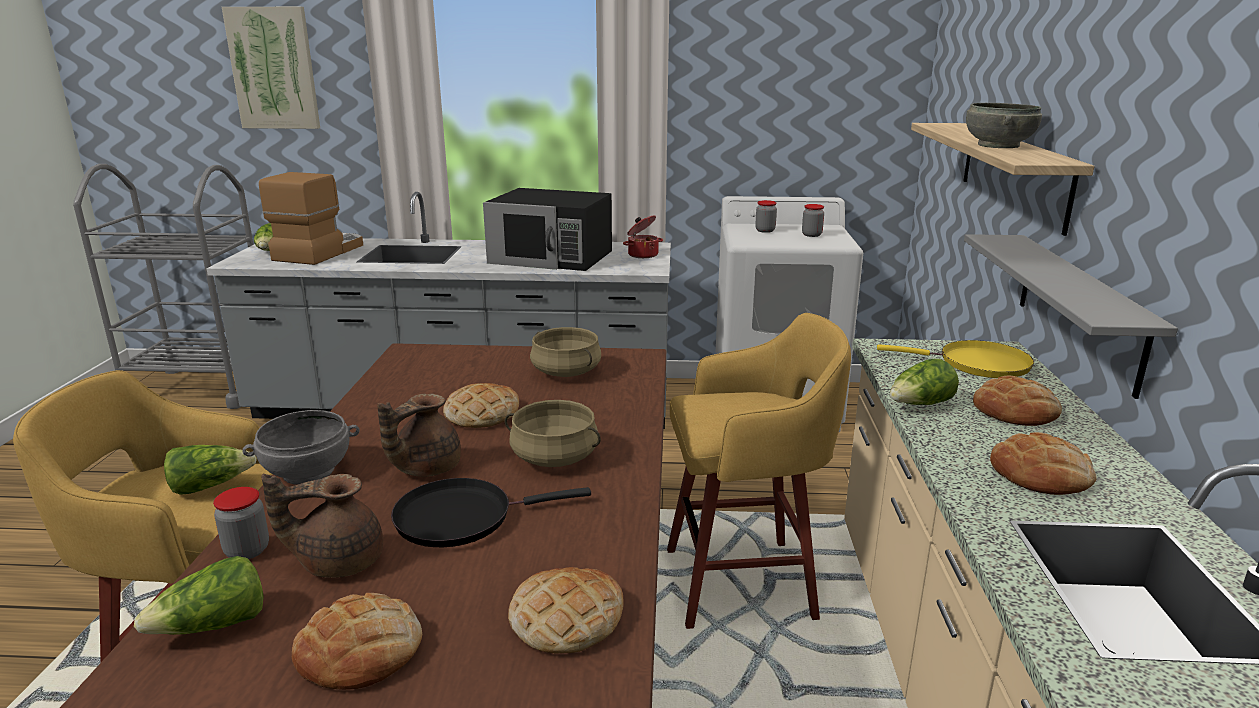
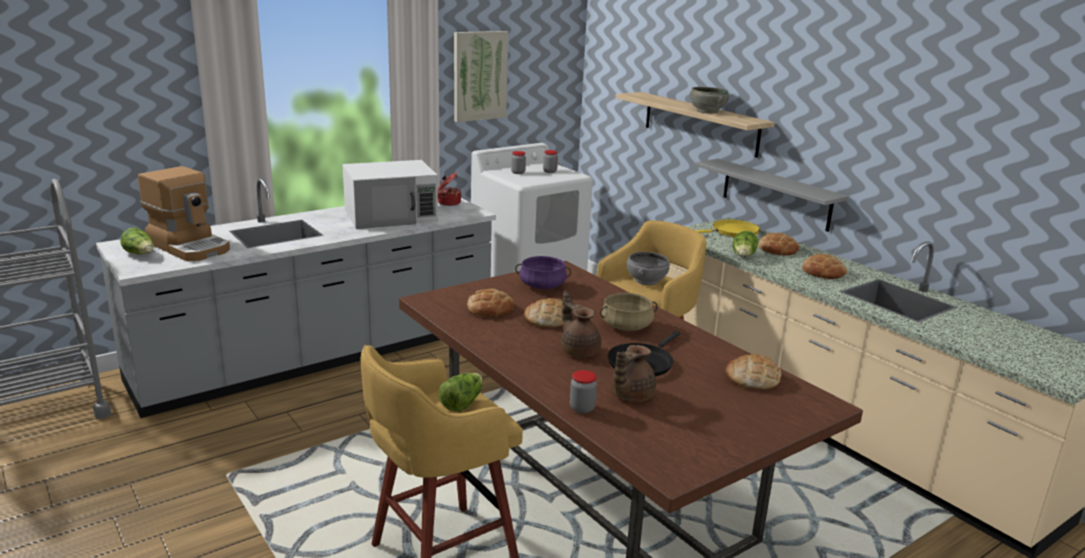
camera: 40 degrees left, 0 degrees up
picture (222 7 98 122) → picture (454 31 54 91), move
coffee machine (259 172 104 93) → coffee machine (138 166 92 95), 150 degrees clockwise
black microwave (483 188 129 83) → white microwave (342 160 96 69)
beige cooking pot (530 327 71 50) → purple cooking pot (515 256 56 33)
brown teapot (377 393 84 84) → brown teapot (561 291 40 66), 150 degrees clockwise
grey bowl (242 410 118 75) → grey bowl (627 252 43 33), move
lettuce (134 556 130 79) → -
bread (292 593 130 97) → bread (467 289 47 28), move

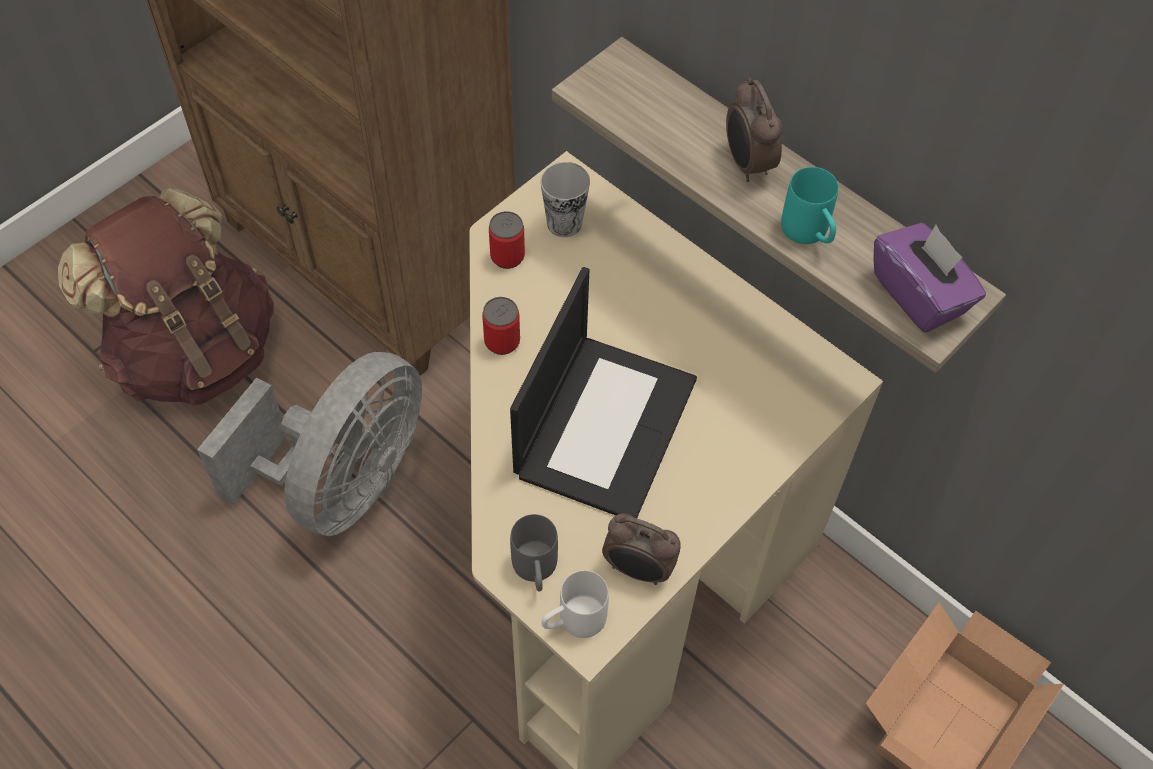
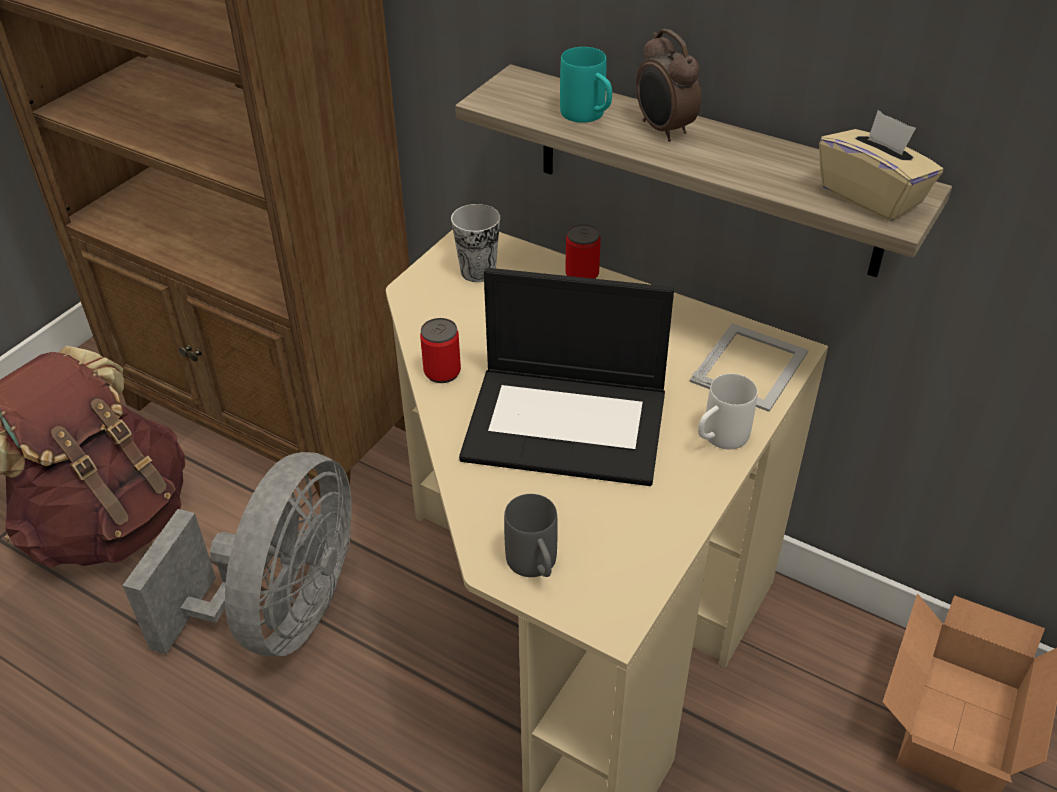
camera: 10 degrees left, 15 degrees down
turquoise mug (781 167 58 77) → turquoise mug (560 47 52 76), move
can (489 211 36 58) → can (565 224 36 55), move
purple tissue box (873 223 113 110) → beige tissue box (819 110 125 112)
laptop (510 267 187 251) → laptop (459 268 215 218), 90 degrees clockwise
alarm clock (602 513 79 72) → -
white mug (542 570 67 68) → white mug (698 374 60 75), move
- → picture frame (690 323 118 89)

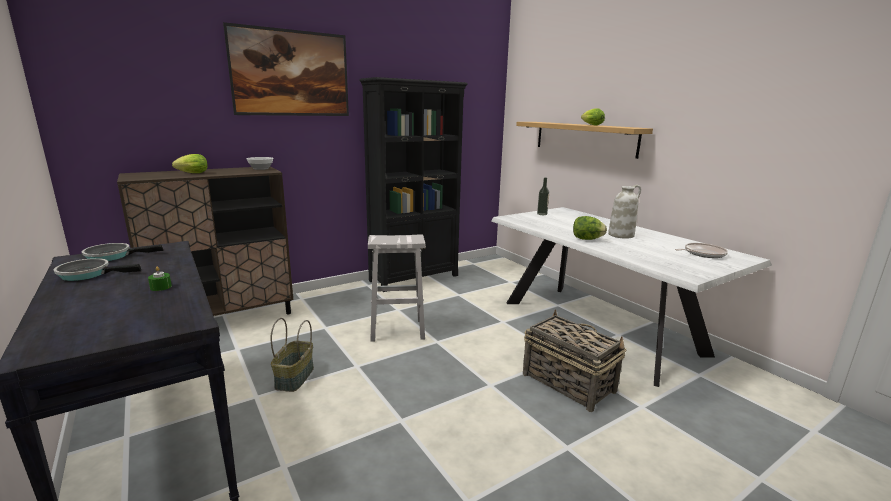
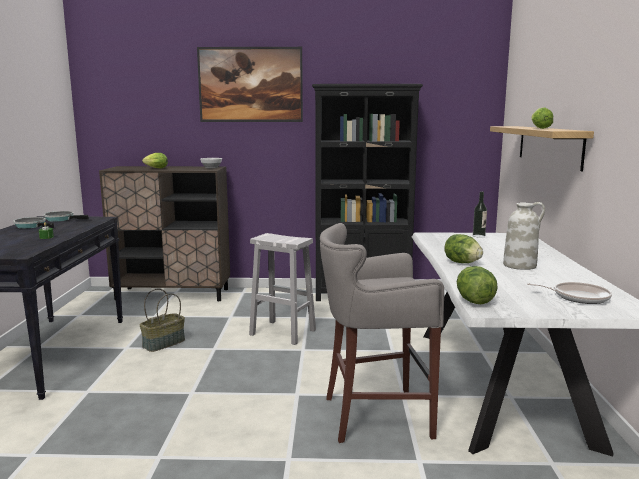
camera: 35 degrees right, 5 degrees down
basket (523 309 103 103) → grey stool (320 223 124 220)
- → lettuce (457 266 41 38)

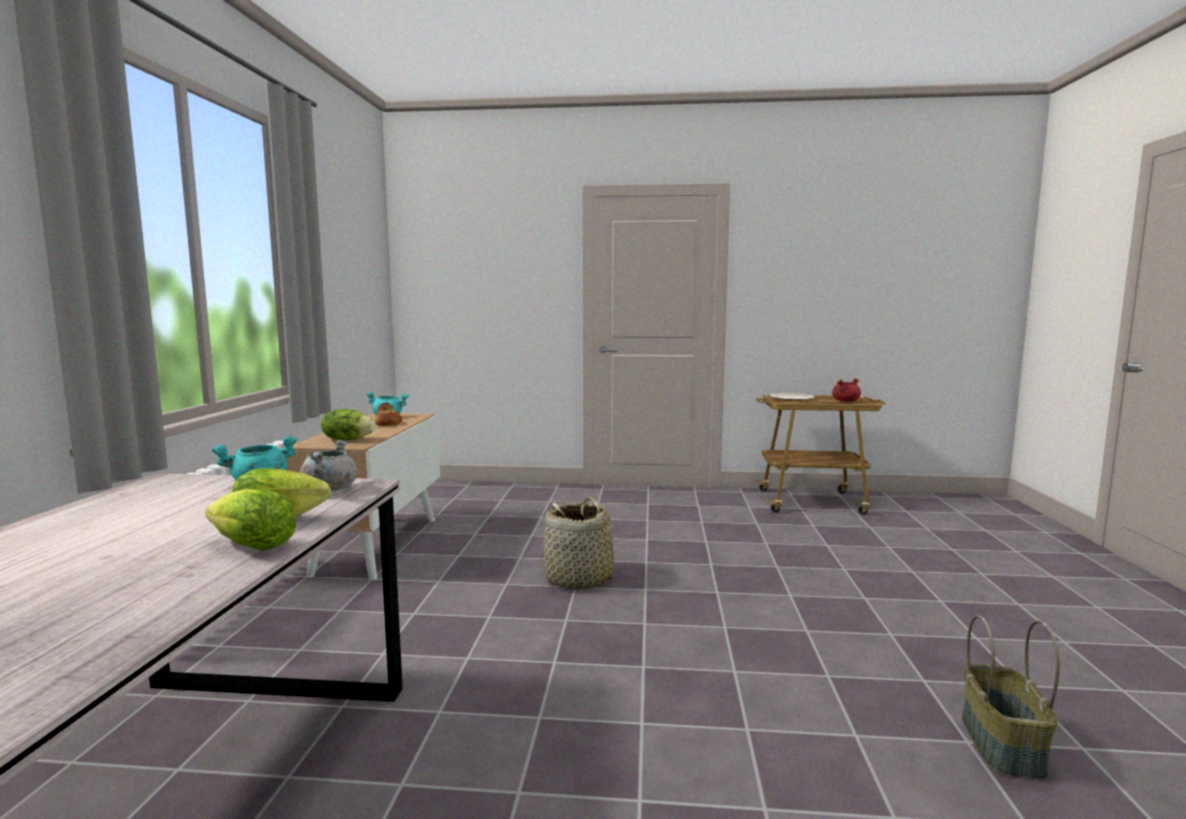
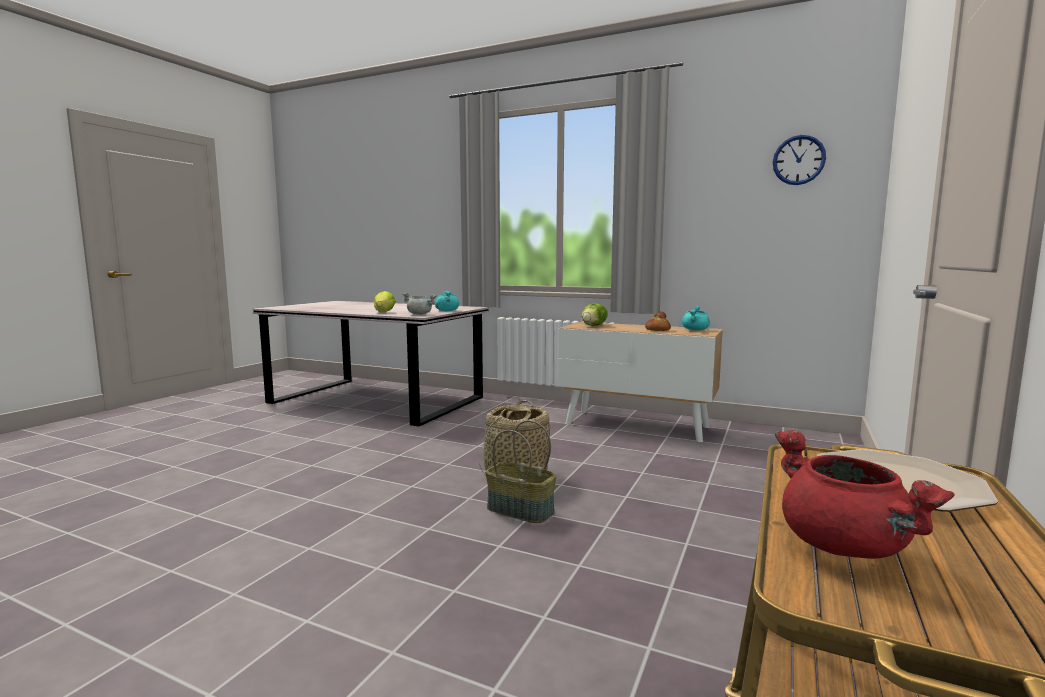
camera: 110 degrees right, 0 degrees up
lettuce (205 488 92 63) → -
basket (962 615 98 166) → basket (485 420 71 103), move
- → wall clock (773 135 53 50)

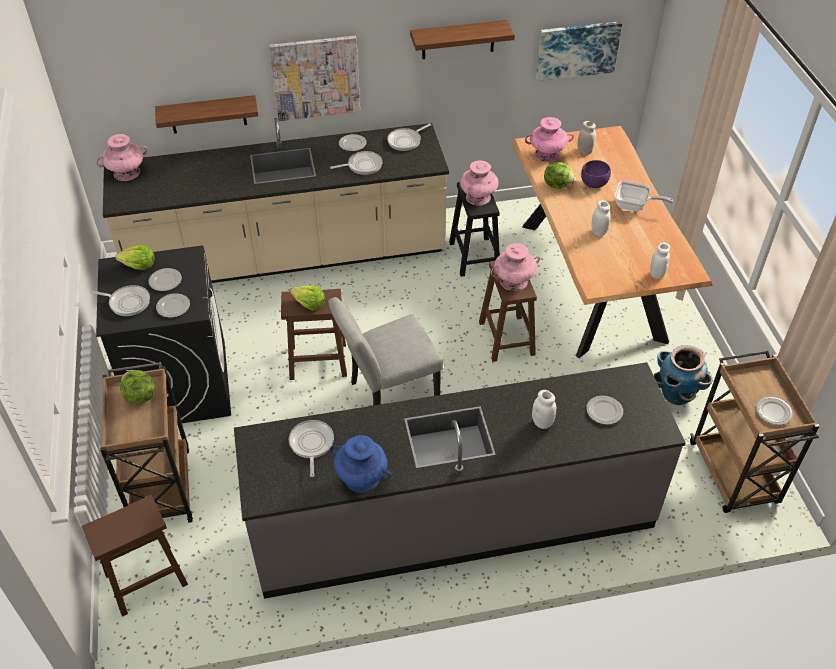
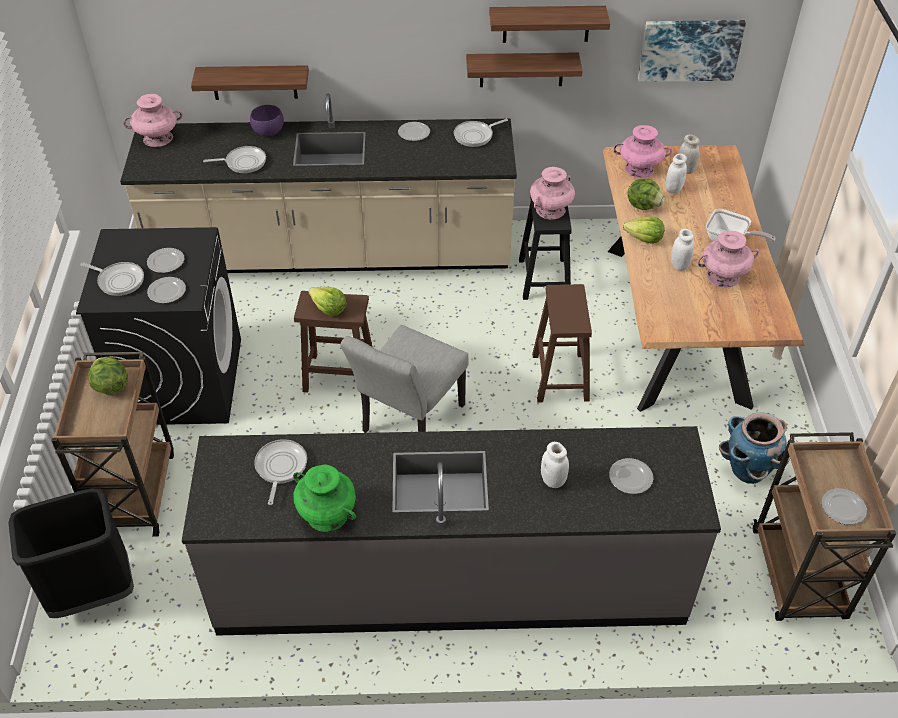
camera: 10 degrees right, 0 degrees up
picture (269 36 91 85) → -
frying pan (330 151 53 24) → frying pan (203 146 63 27), move
purple bowl (581 160 30 28) → purple bowl (250 105 34 31), move
pink vase (491 243 49 48) → pink vase (698 231 61 56), move
white jar (650 243 20 36) → white jar (666 154 21 40), move
lettuce (115 245 40 25) → lettuce (623 216 42 28), move
grey chair (328 297 115 109) → grey chair (340 325 128 108), 45 degrees counterclockwise
blue vase (330 435 62 58) → green vase (293 464 63 68)
brown stool (82 495 106 122) → black trash can (8 488 126 130)
- → shelf (466 52 116 35)

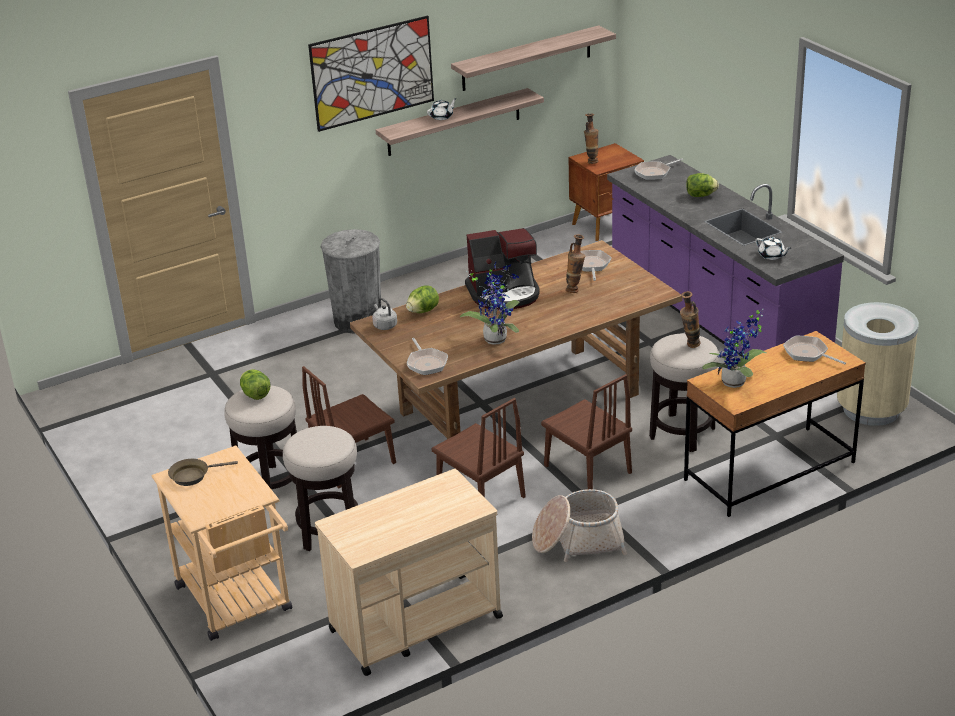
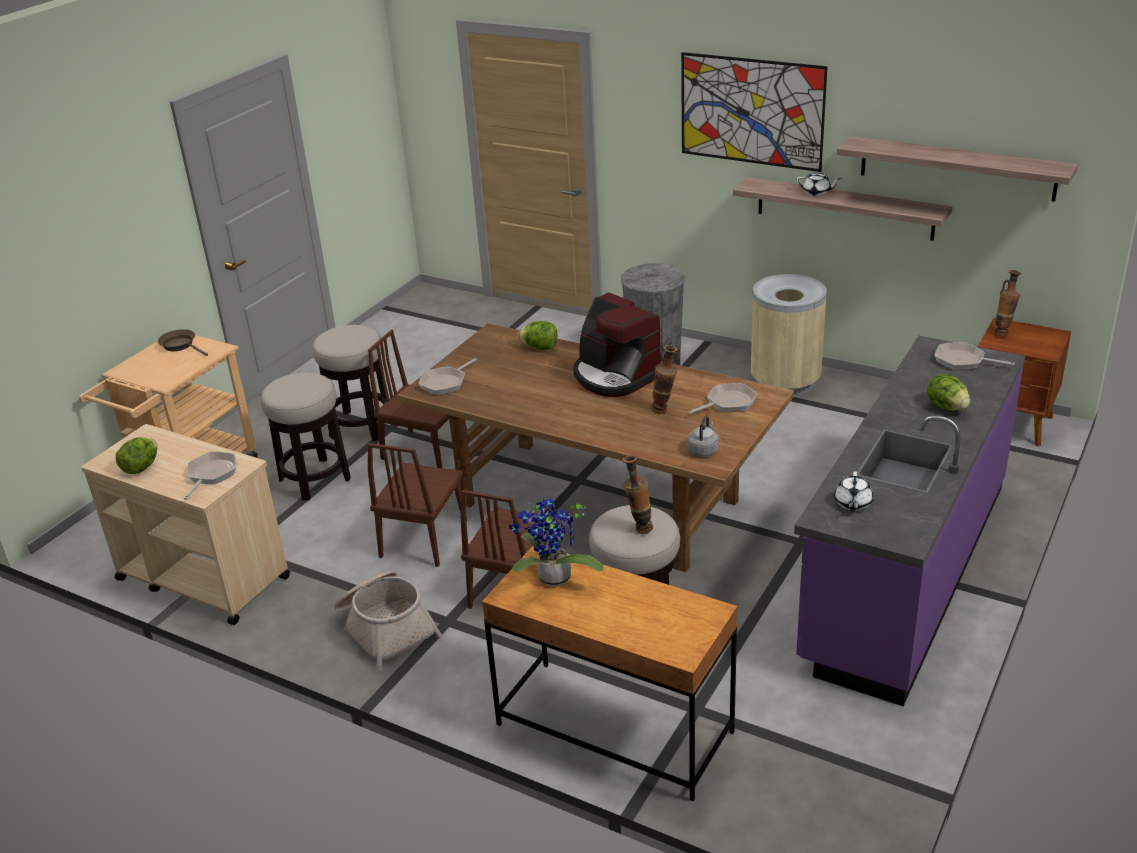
camera: 60 degrees right, 0 degrees up
potted plant (460 262 60 83) → -
grey kettle (372 298 25 32) → grey kettle (687 416 32 41), move
beige trash can (837 302 82 124) → beige trash can (751 274 76 123), move
frying pan (783 336 63 28) → frying pan (184 452 53 48), move
lettuce (240 369 30 31) → lettuce (116 437 42 37), move

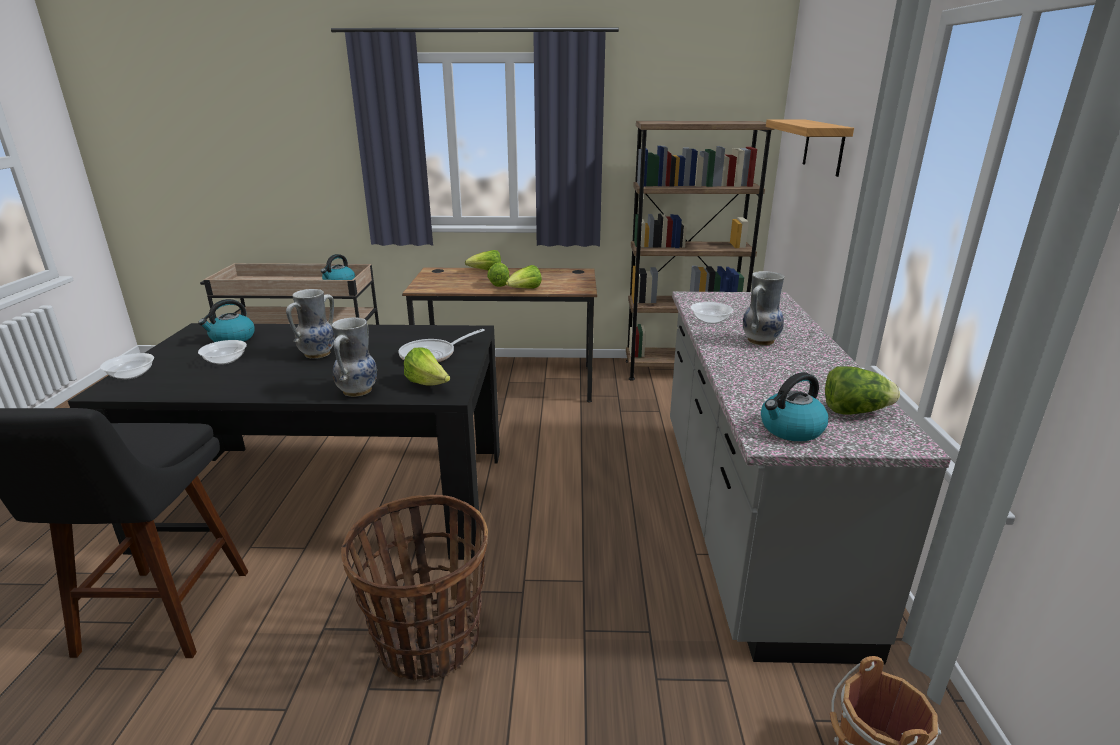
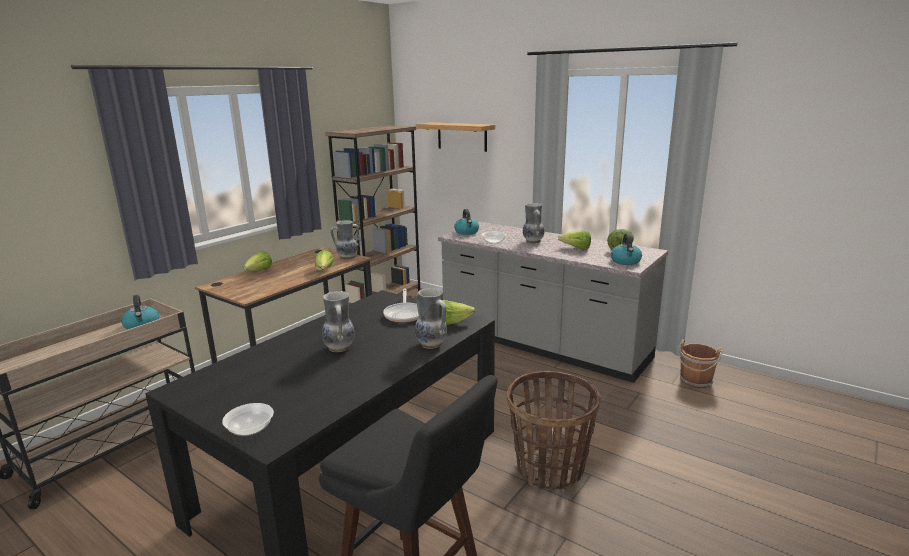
camera: 55 degrees left, 5 degrees down
lettuce (487 263 23 24) → lettuce (558 230 33 20), move
kettle (198 299 57 43) → kettle (454 209 25 26), move
bowl (198 340 49 25) → -
- → vase (331 220 28 40)

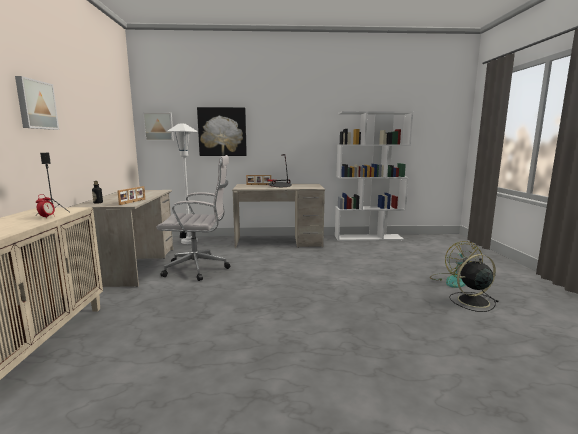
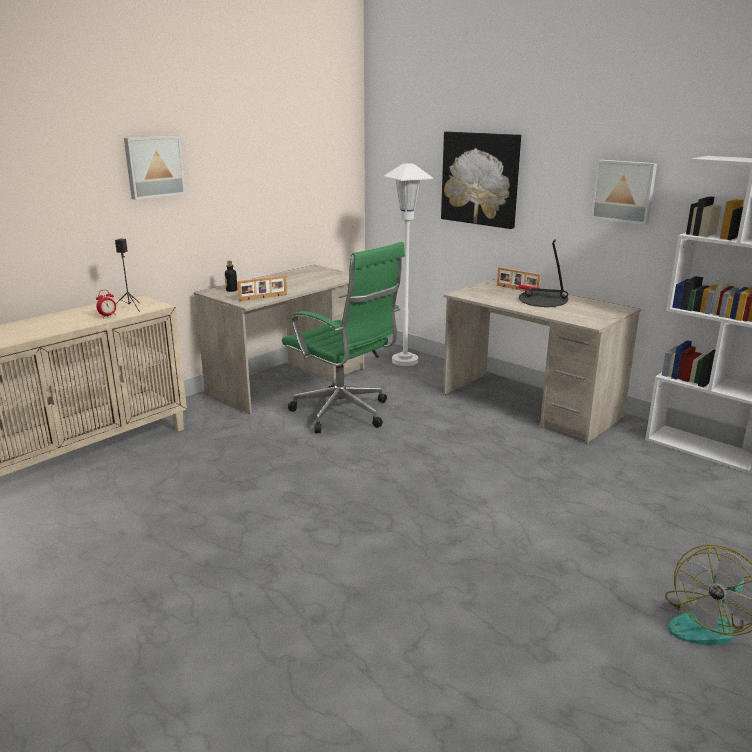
camera: 45 degrees right, 10 degrees up
picture (143 113 31 28) → picture (591 160 66 65), move
white office chair (156 155 74 126) → green office chair (282 242 123 191)
black fan (449 254 50 58) → -

